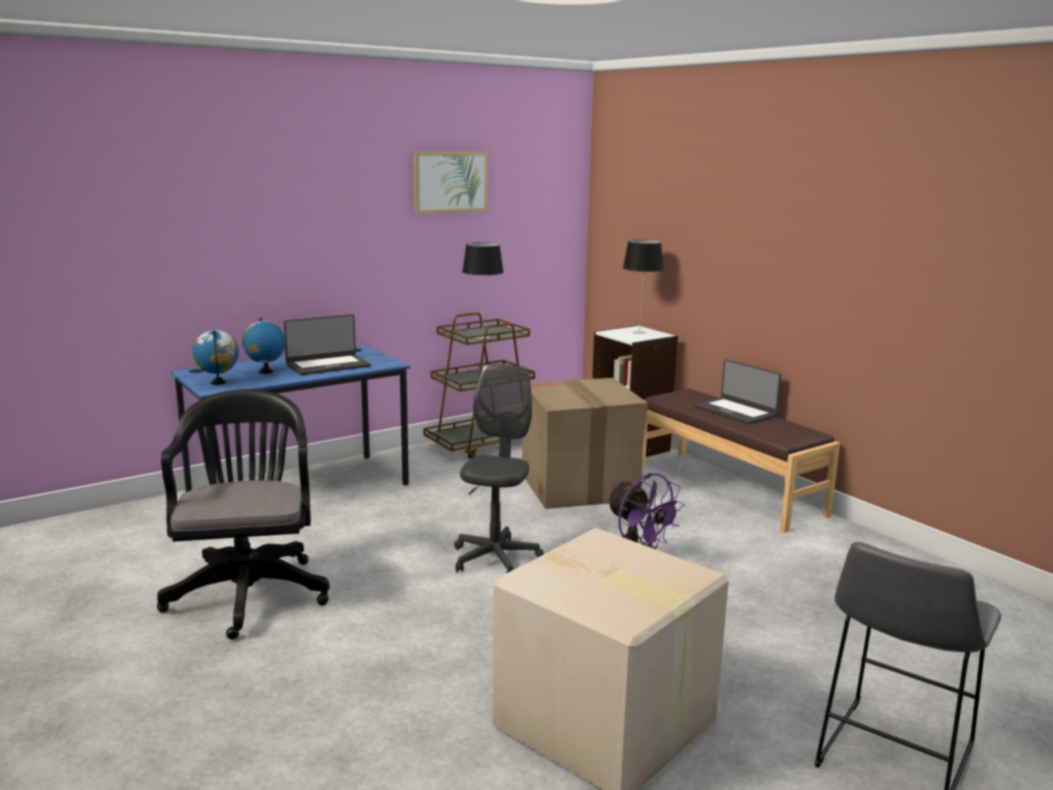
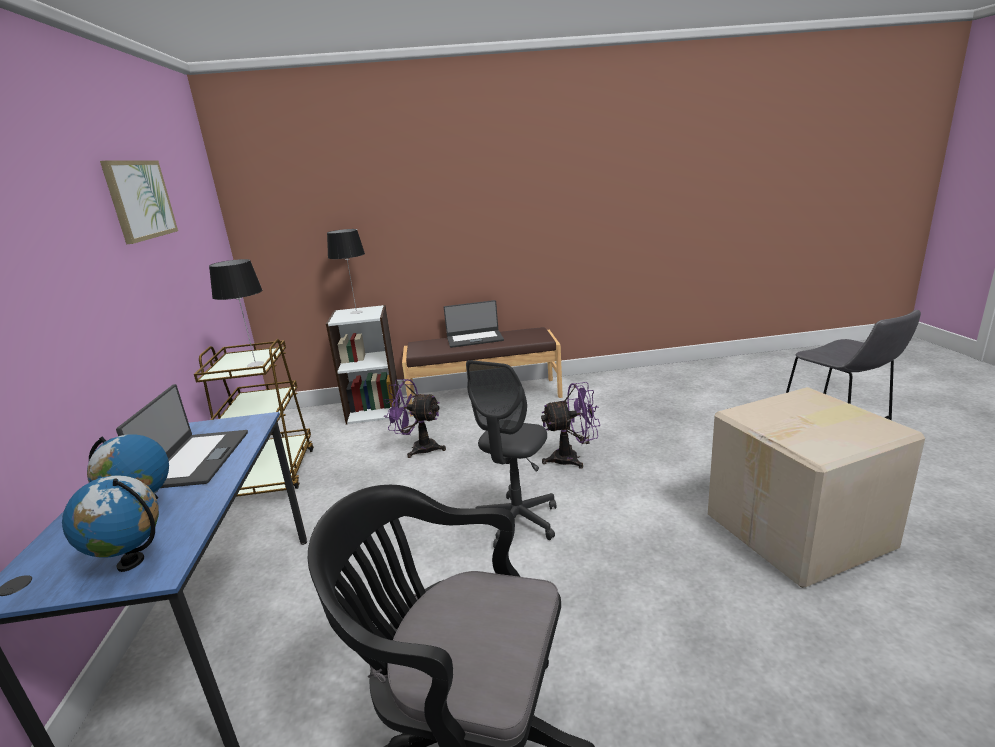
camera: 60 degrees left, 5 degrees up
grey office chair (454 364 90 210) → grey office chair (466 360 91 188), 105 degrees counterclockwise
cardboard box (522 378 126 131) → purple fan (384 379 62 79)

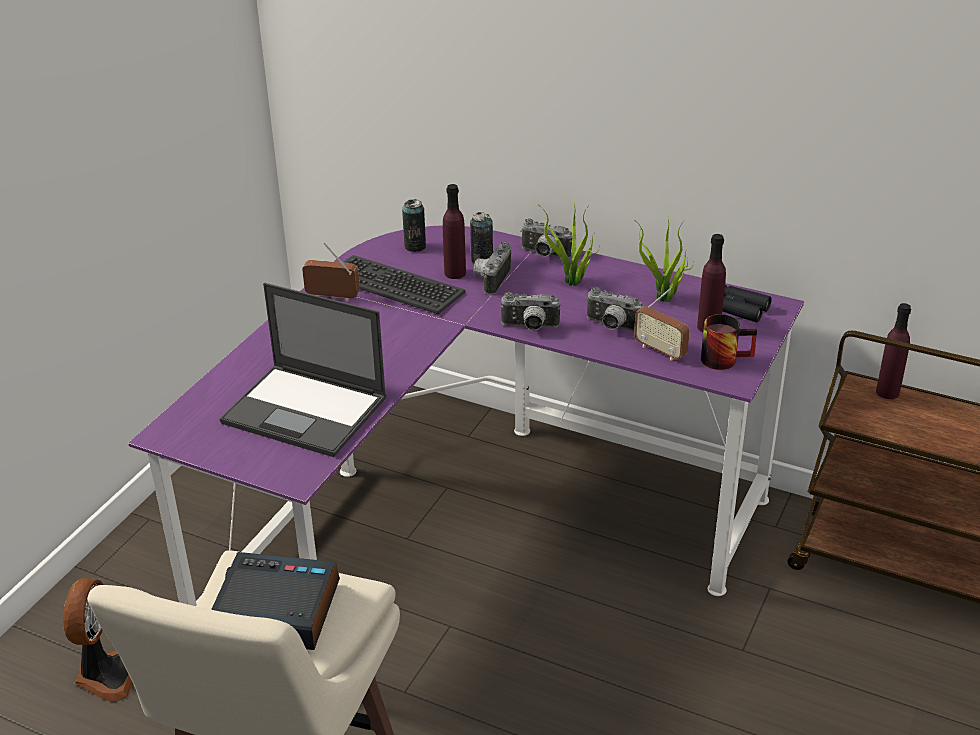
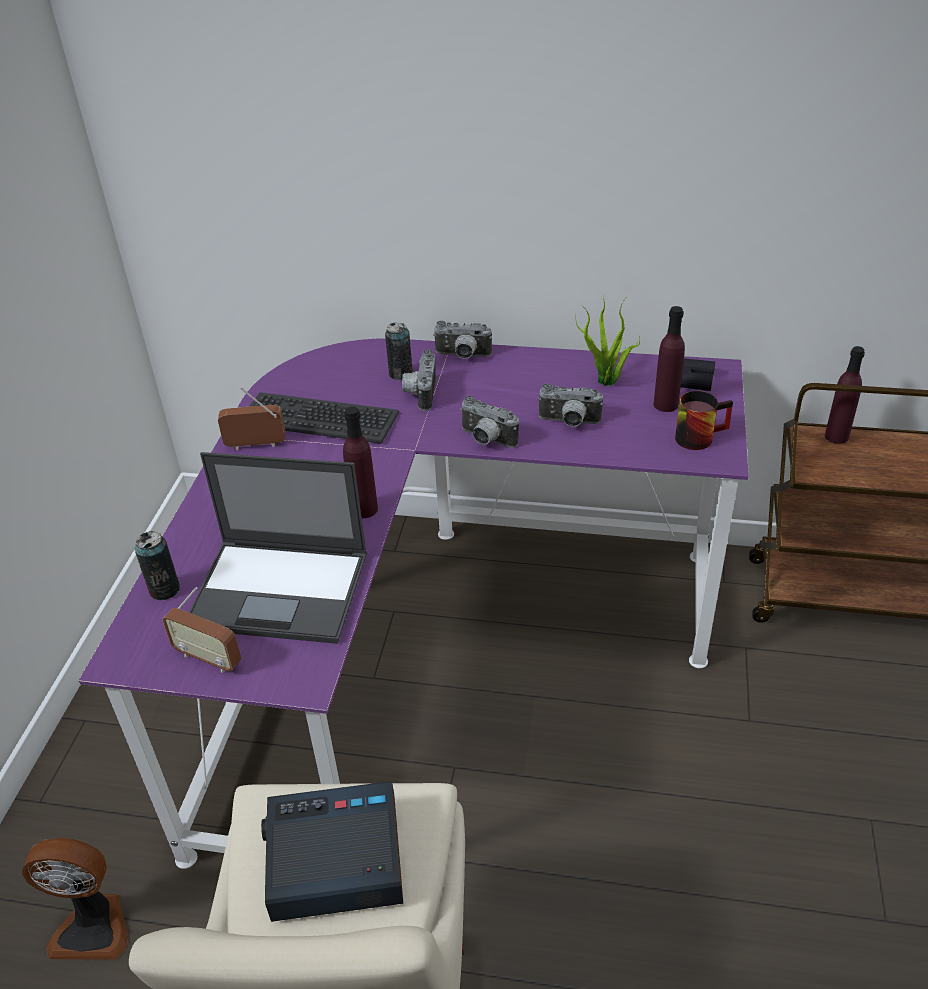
camera: 15 degrees left, 5 degrees up
purple bottle (443 184 23 95) → purple bottle (343 406 35 112), move
can (402 199 24 53) → can (135 531 45 69), move
potted plant (540 204 59 82) → -
radio (634 288 56 73) → radio (162 587 79 86), move
photo camera (500 292 61 38) → photo camera (460 396 59 52), 45 degrees clockwise
fan (63 578 70 124) → fan (22 838 105 122), 105 degrees clockwise

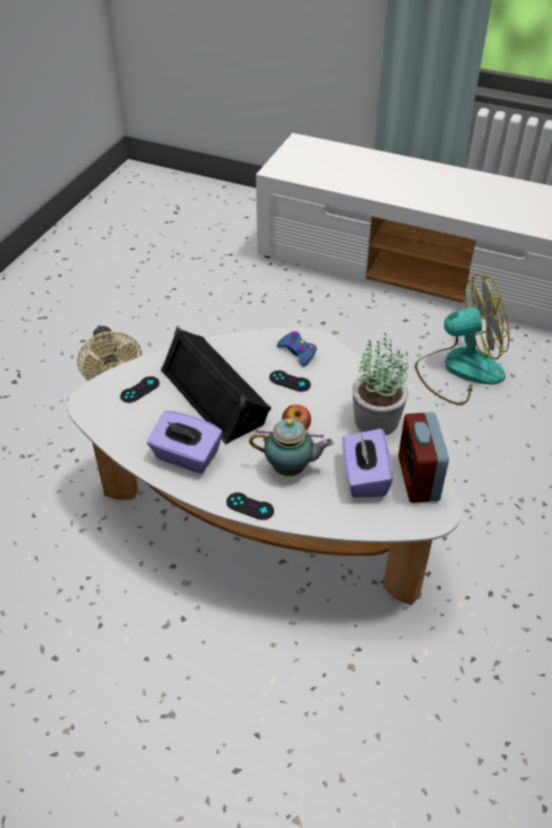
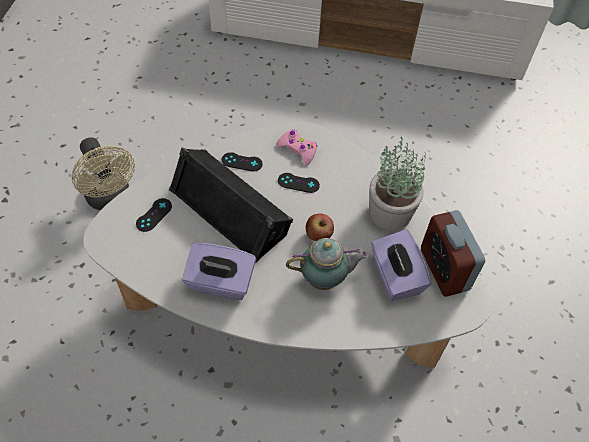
camera: 15 degrees left, 10 degrees up
fan (415 273 94 132) → -
blue game controller (277 331 40 36) → pink game controller (276 129 41 36)
black game controller (226 493 48 27) → black game controller (221 152 42 20), move

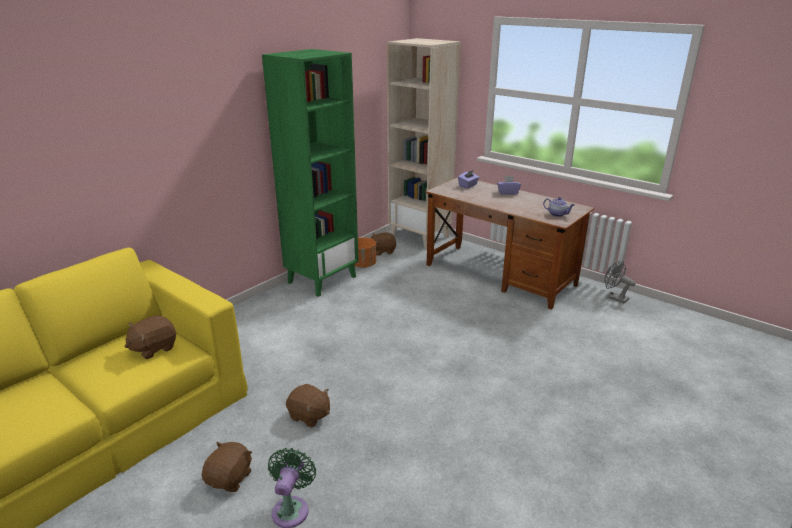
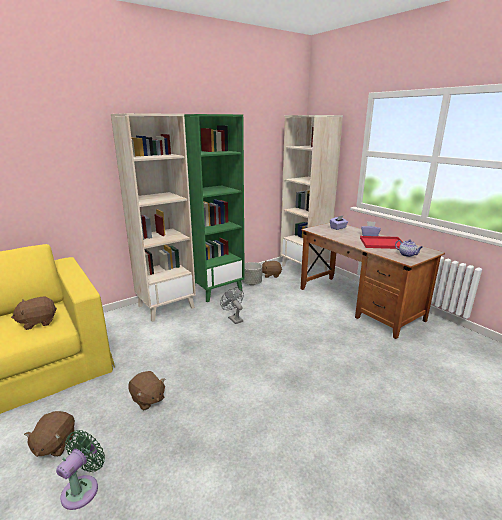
camera: 15 degrees right, 5 degrees down
orange planter (355 237 21 31) → grey planter (242 262 20 23)
grey fan (604 260 32 44) → grey fan (220 288 24 36), move
brown plush toy (202 442 50 50) → brown plush toy (24 411 51 46), 150 degrees clockwise
- → beige bookcase (111 113 85 209)
- → red tray (360 236 43 13)

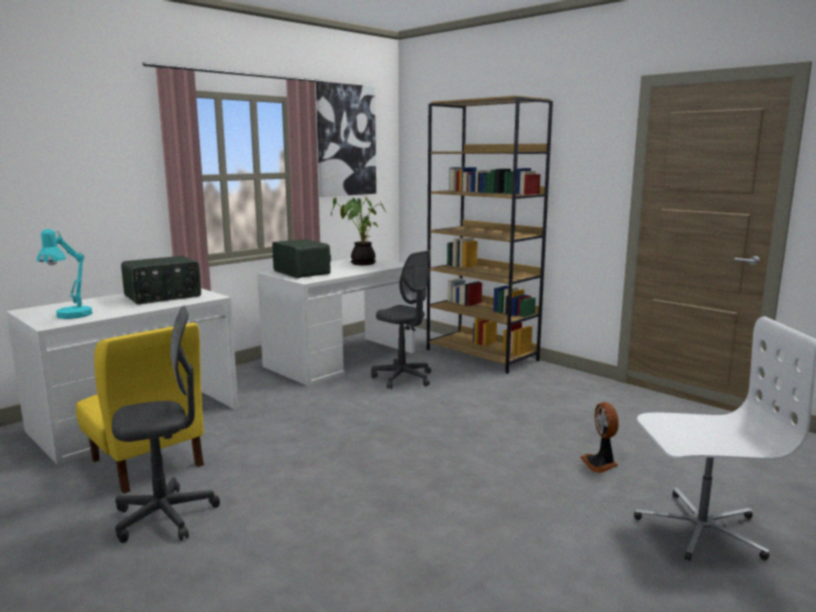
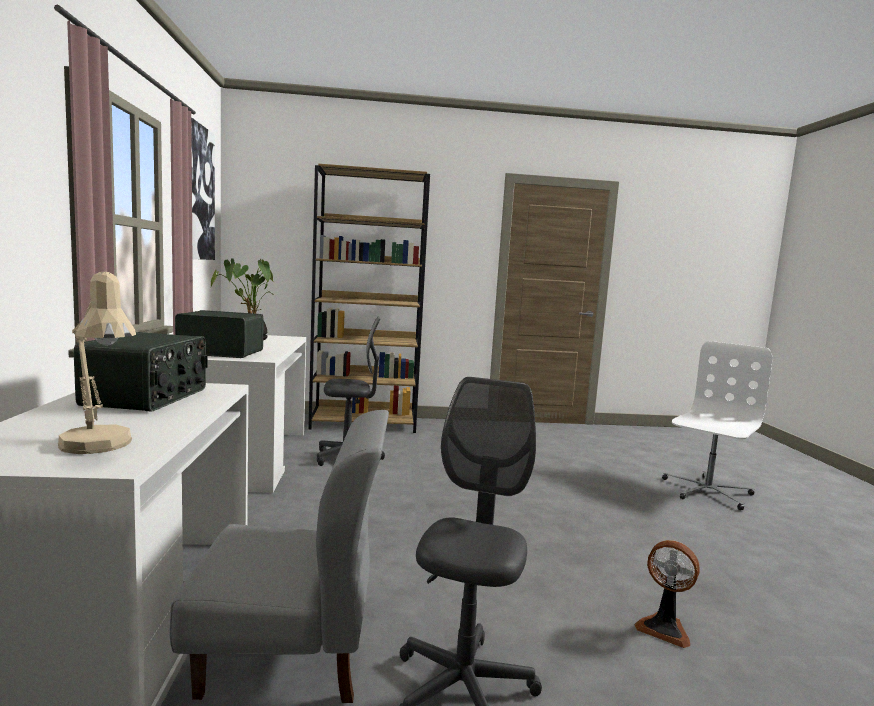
camera: 50 degrees left, 5 degrees down
turquoise table lamp (37 229 55 90) → beige table lamp (58 272 78 182)
yellow chair (76 323 128 171) → grey chair (169 410 220 293)
fan (580 402 39 71) → fan (634 540 66 108), move

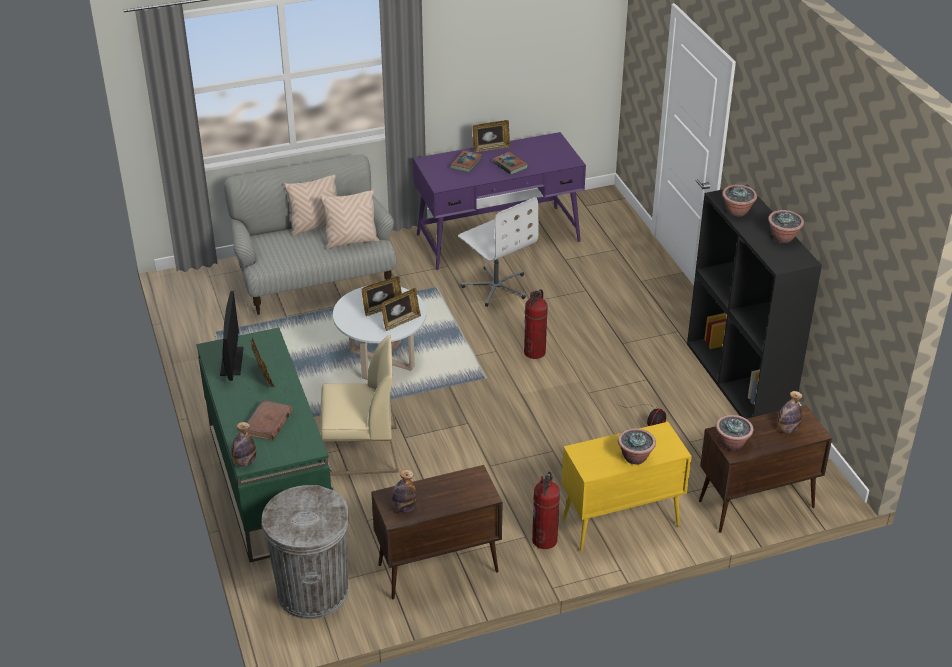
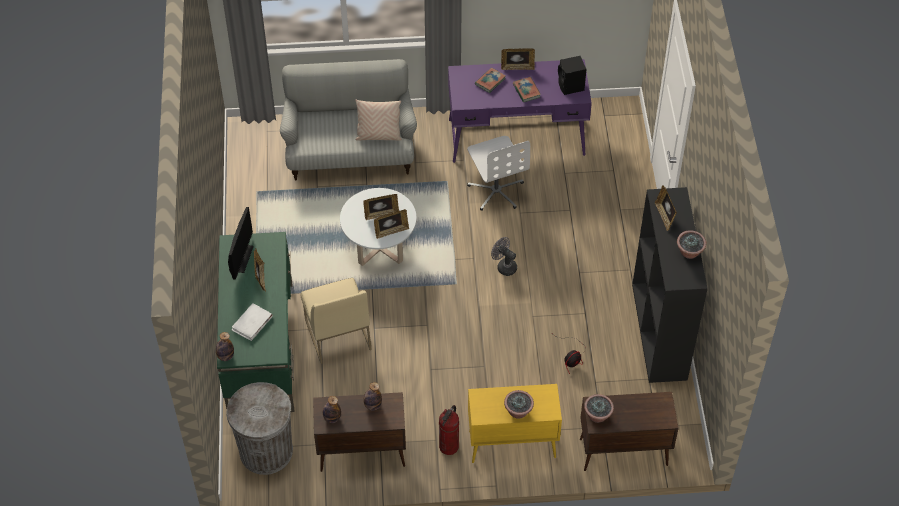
camera: 15 degrees right, 15 degrees up
beige pillow (284 174 53 62) → -
potted plant (722 185 35 32) → picture frame (655 185 22 46)
fire extinguisher (524 290 24 69) → grey fan (491 237 26 39)
beige chair (320 335 79 141) → beige chair (301 278 71 86), 60 degrees clockwise
bottle (777 391 26 43) → bottle (364 382 18 28), move
brown book (247 400 46 40) → white book (232 303 41 38)
- → black speaker (558 56 28 39)

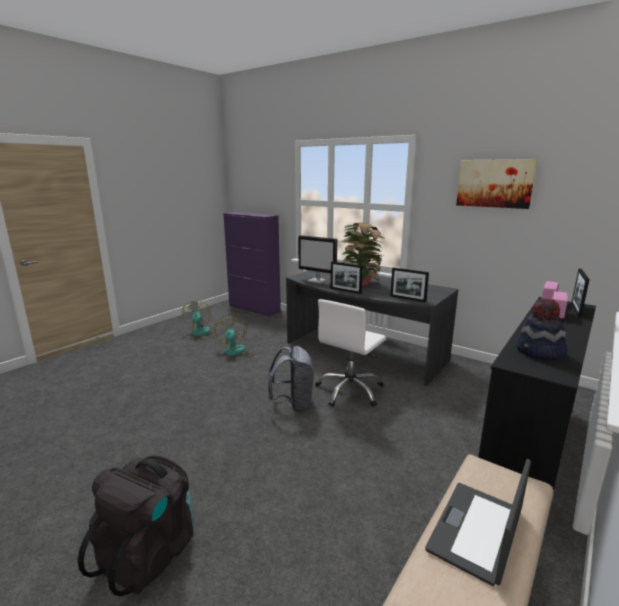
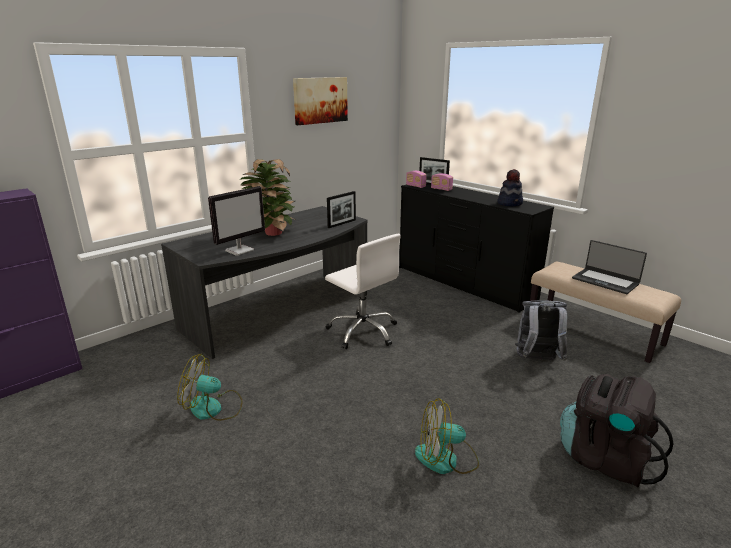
camera: 80 degrees left, 5 degrees up
picture frame (331 261 32 33) → -
fan (181 301 37 39) → fan (415 398 64 76), move
grey backpack (268 346 46 66) → grey backpack (515 300 52 61), move

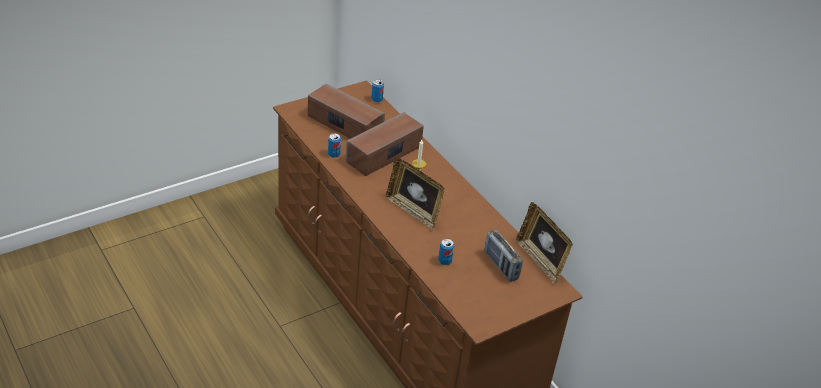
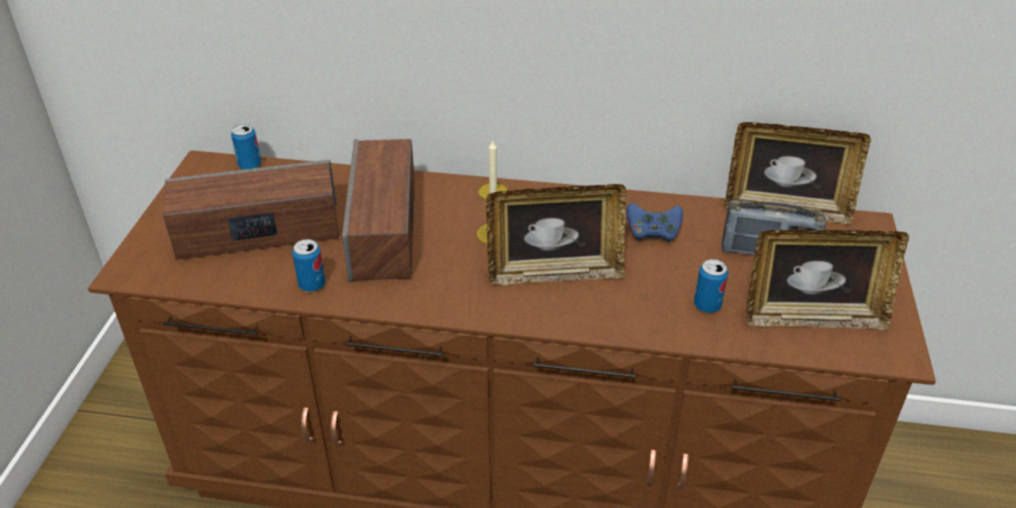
camera: 45 degrees left, 0 degrees up
- → blue game controller (626 203 57 39)
- → picture frame (746 229 163 101)

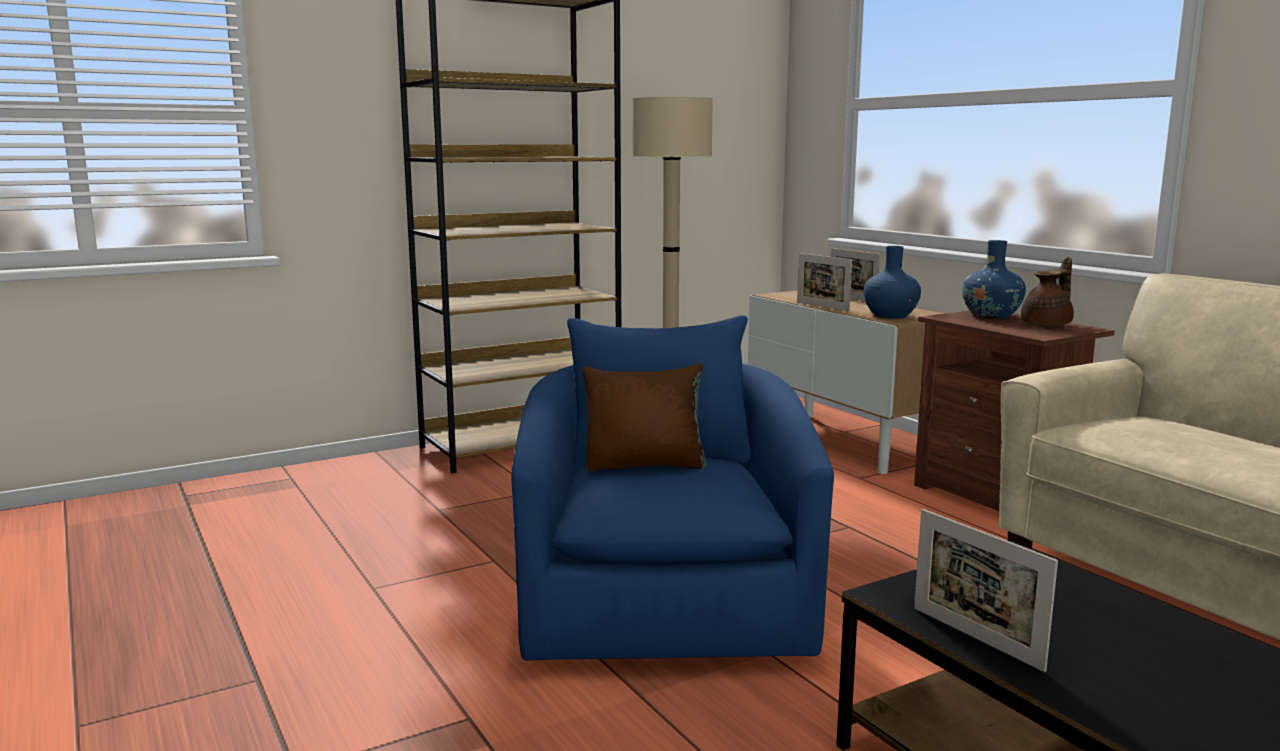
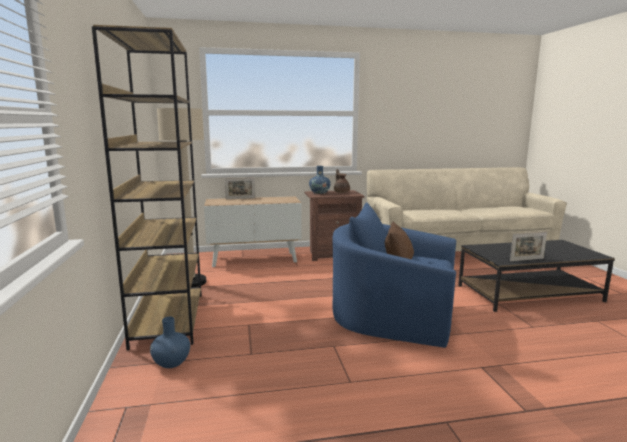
camera: 70 degrees left, 0 degrees up
blue vase (864 246 57 73) → blue vase (150 317 40 51), move
picture frame (797 253 55 58) → -

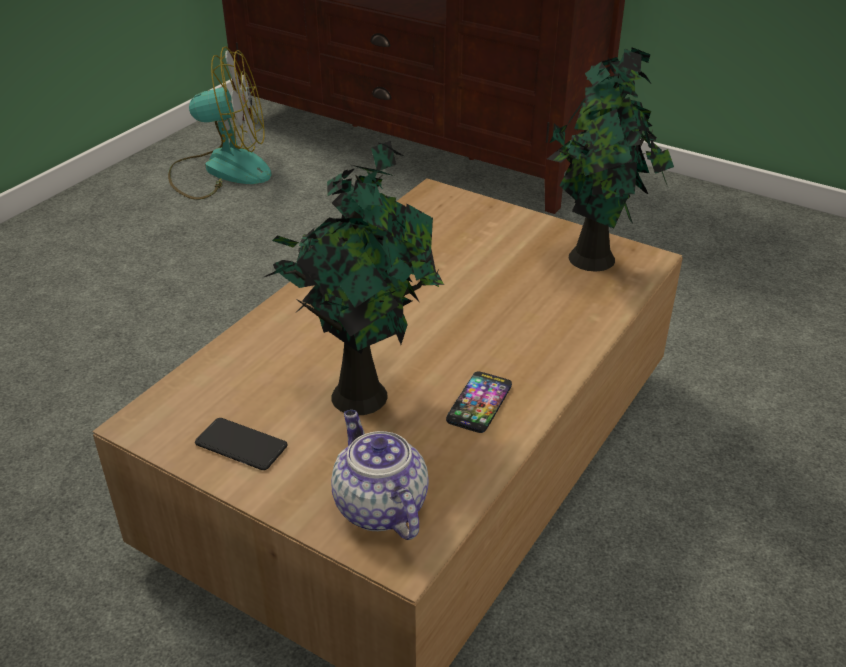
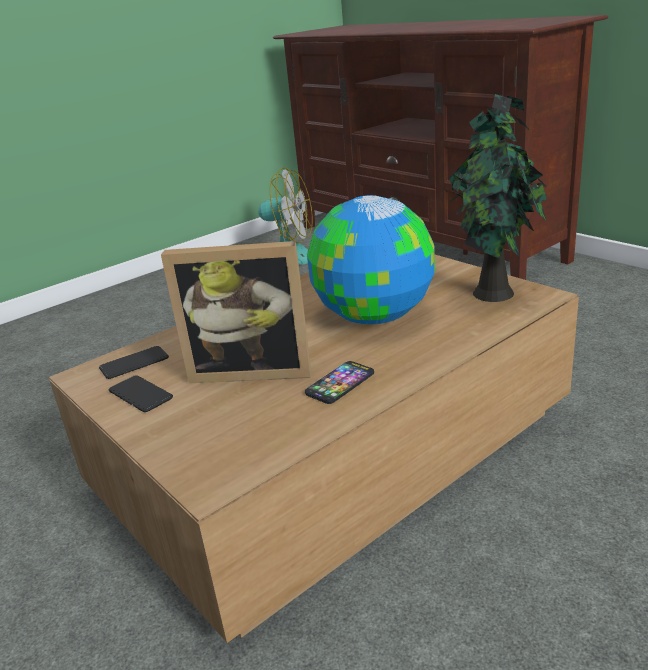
camera: 20 degrees right, 10 degrees down
potted plant (265 141 179 274) → picture frame (161 241 150 142)
teapot (331 410 98 130) → -
- → globe (307 195 128 129)
- → phone (99 346 70 33)

